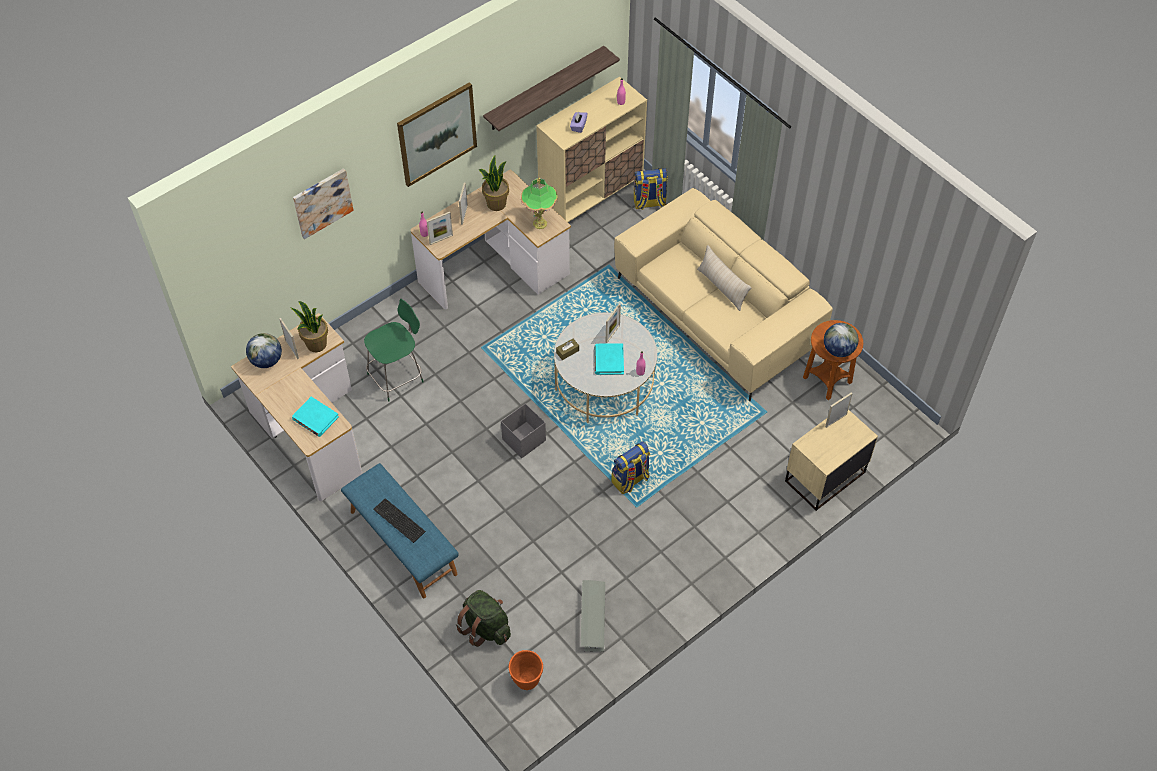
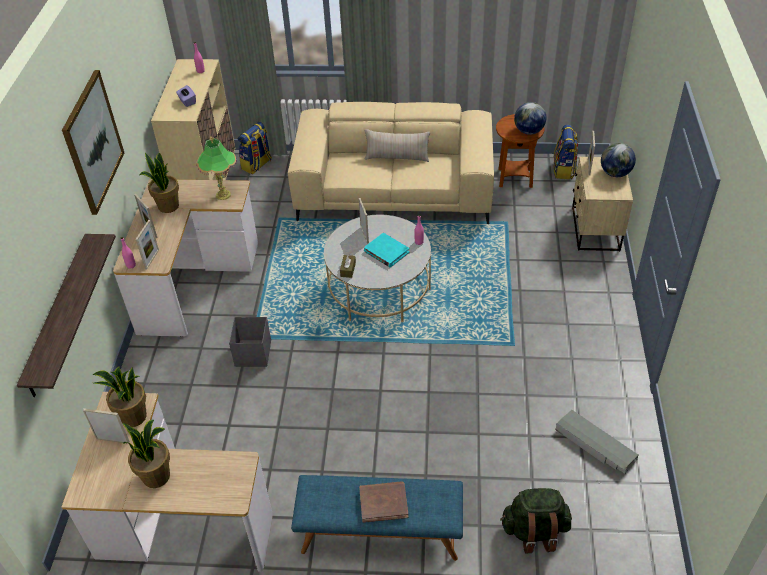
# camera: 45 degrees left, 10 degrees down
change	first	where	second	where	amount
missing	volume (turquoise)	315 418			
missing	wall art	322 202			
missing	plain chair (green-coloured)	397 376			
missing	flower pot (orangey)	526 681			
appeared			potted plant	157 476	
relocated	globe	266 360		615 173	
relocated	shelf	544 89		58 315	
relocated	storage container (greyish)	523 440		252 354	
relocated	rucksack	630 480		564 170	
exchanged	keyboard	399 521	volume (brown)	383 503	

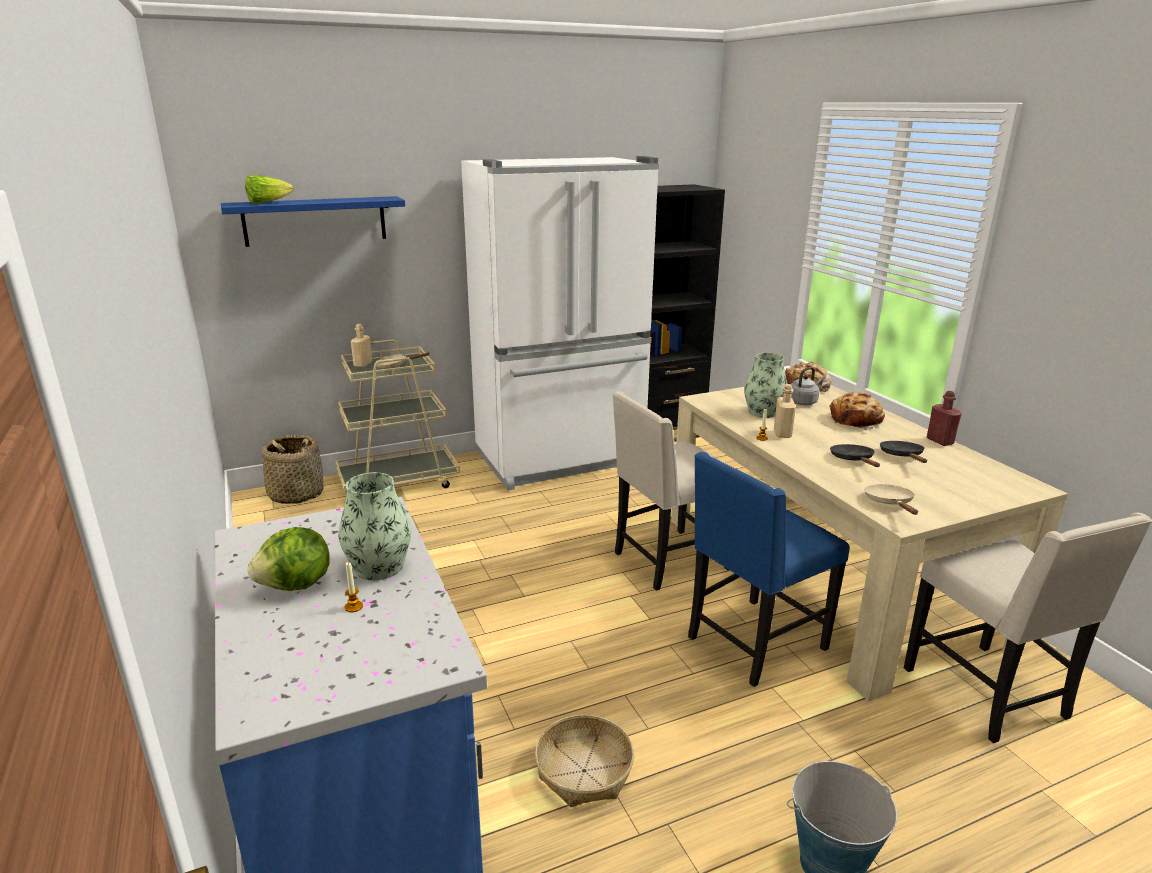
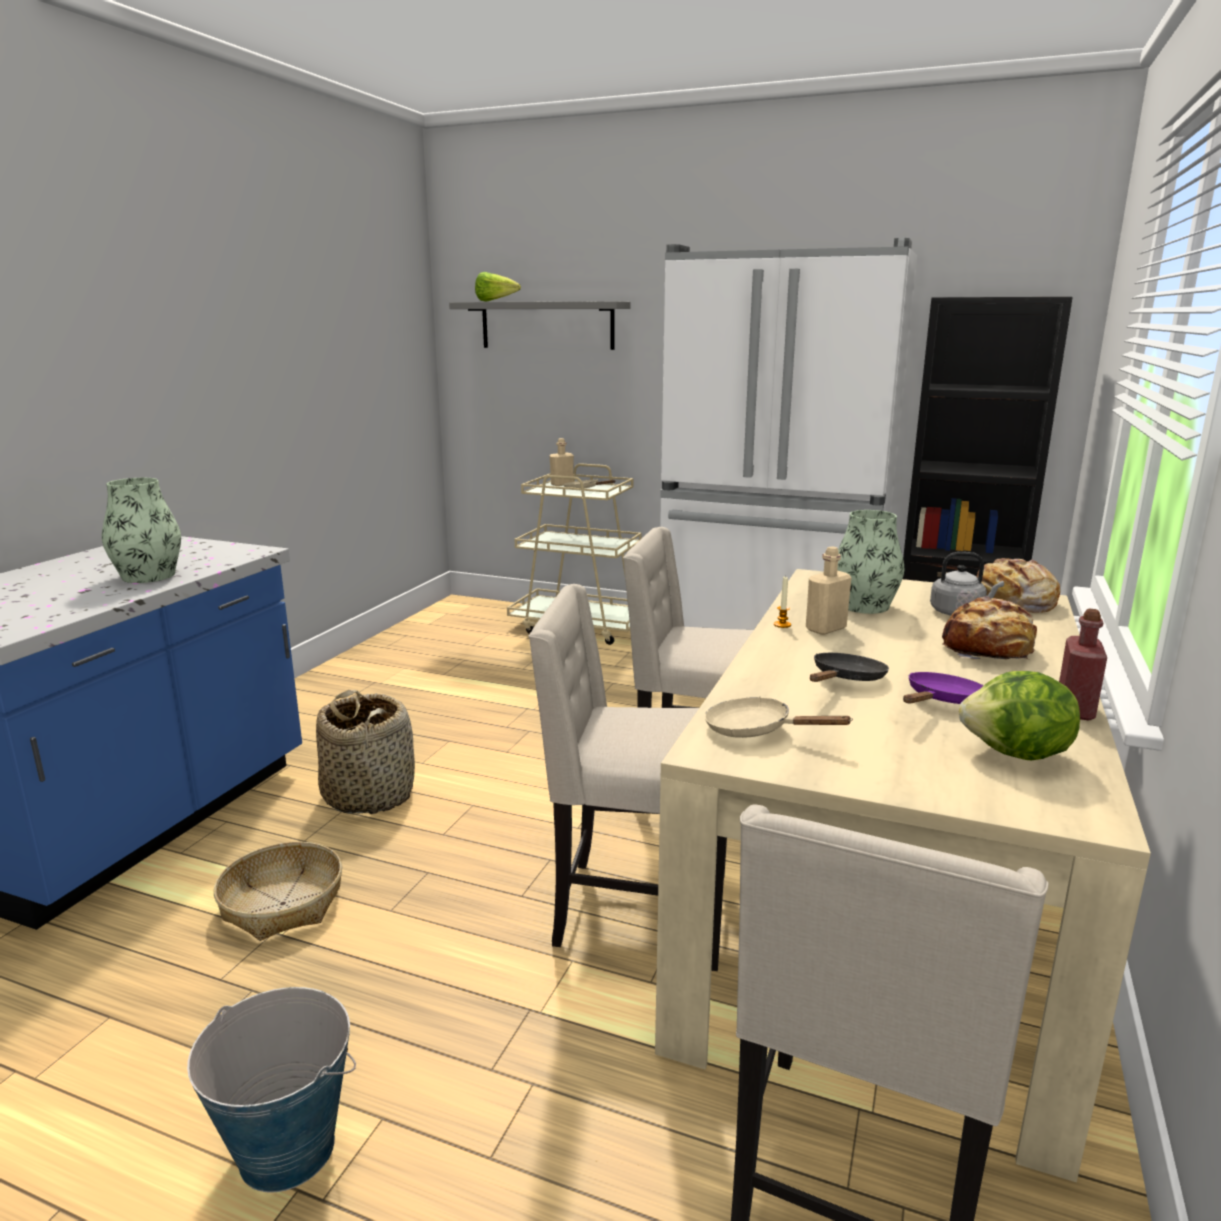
# camera: 45 degrees right, 5 degrees down
change	first	where	second	where	amount
missing	candle	354 607			
relocated	lettuce	296 586		1016 755	
relocated	storage basket	296 494		369 794	
colour	shelf (blue)	315 221	shelf (greyish)	547 325	
colour	plain chair (blue)	753 644	plain chair (sand-coloured)	638 911	
colour	skillet (black-coloured)	902 456	skillet (purple)	942 701	
spun	skillet (sand-coloured)	890 503		756 730	105 degrees counterclockwise

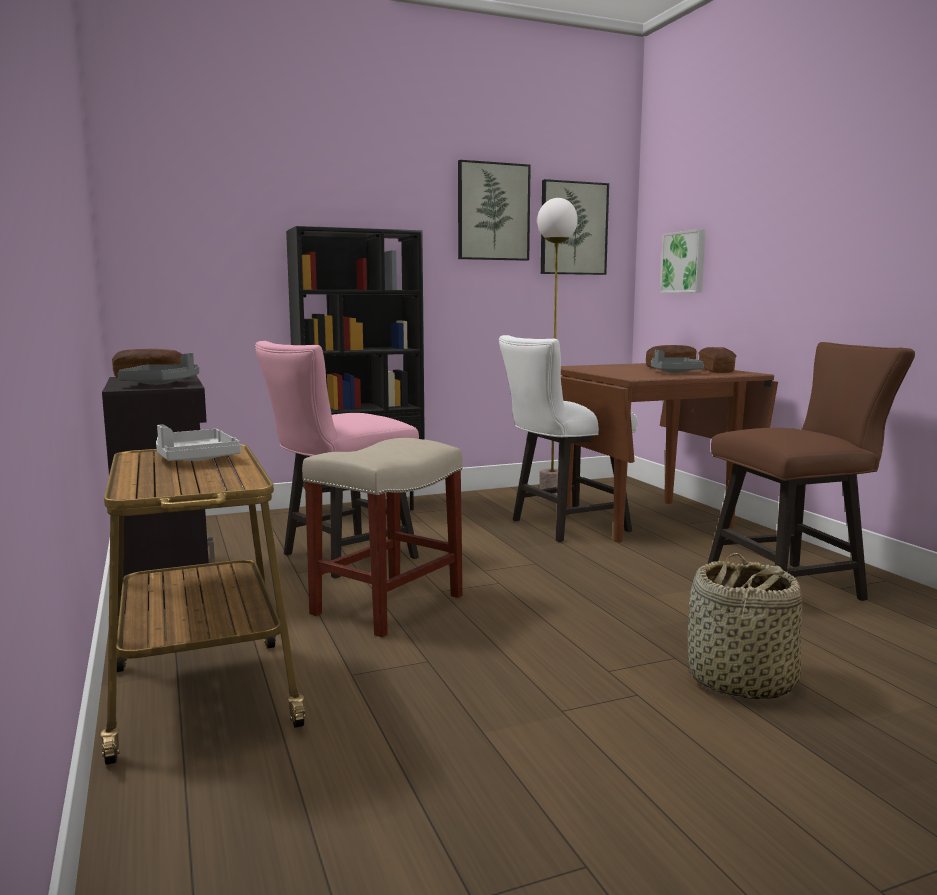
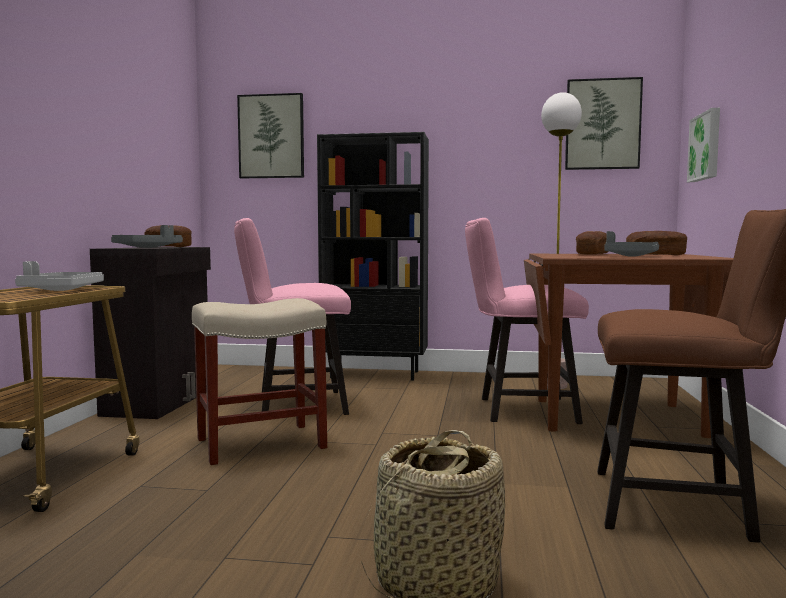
# camera: 30 degrees right, 5 degrees down
change	first	where	second	where	amount
relocated	wall art	493 212		271 136	
relocated	baked bread	715 371		593 254	
colour	plain chair (white-coloured)	562 526	plain chair (pink)	519 410	

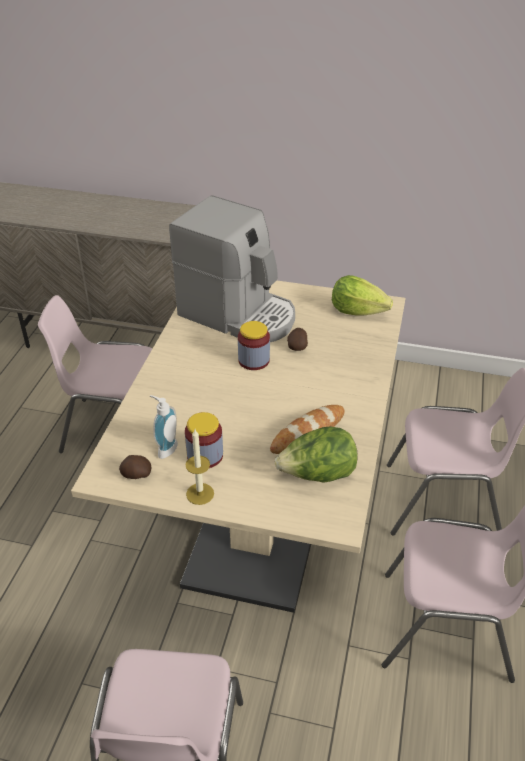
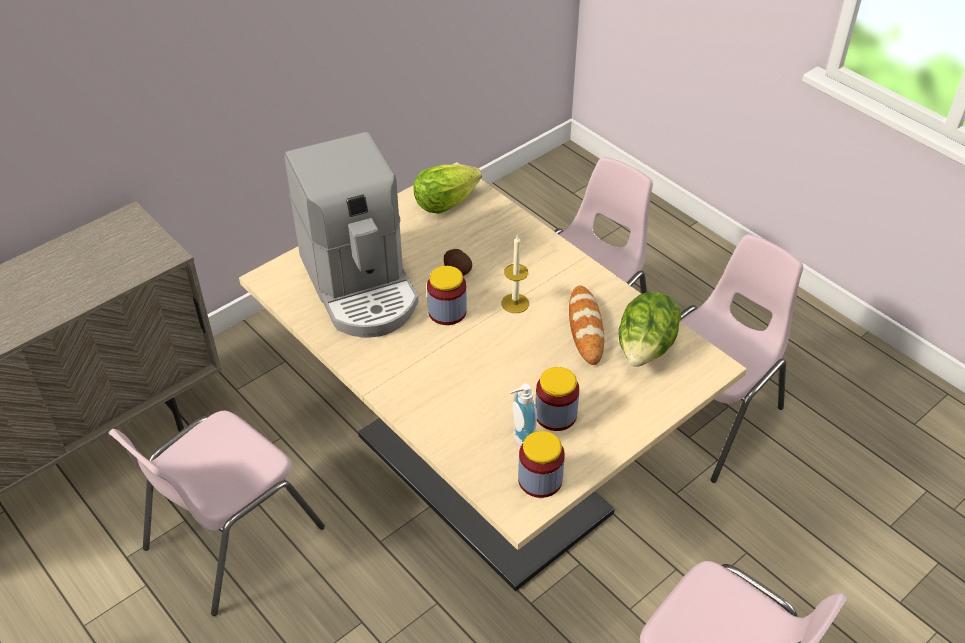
# camera: 55 degrees left, 5 degrees up
change	first	where	second	where	amount
relocated	candle	200 494		515 303	
exchanged	spud	136 475	storage jar	540 480	
spun	coffee machine	239 315		360 285	90 degrees clockwise

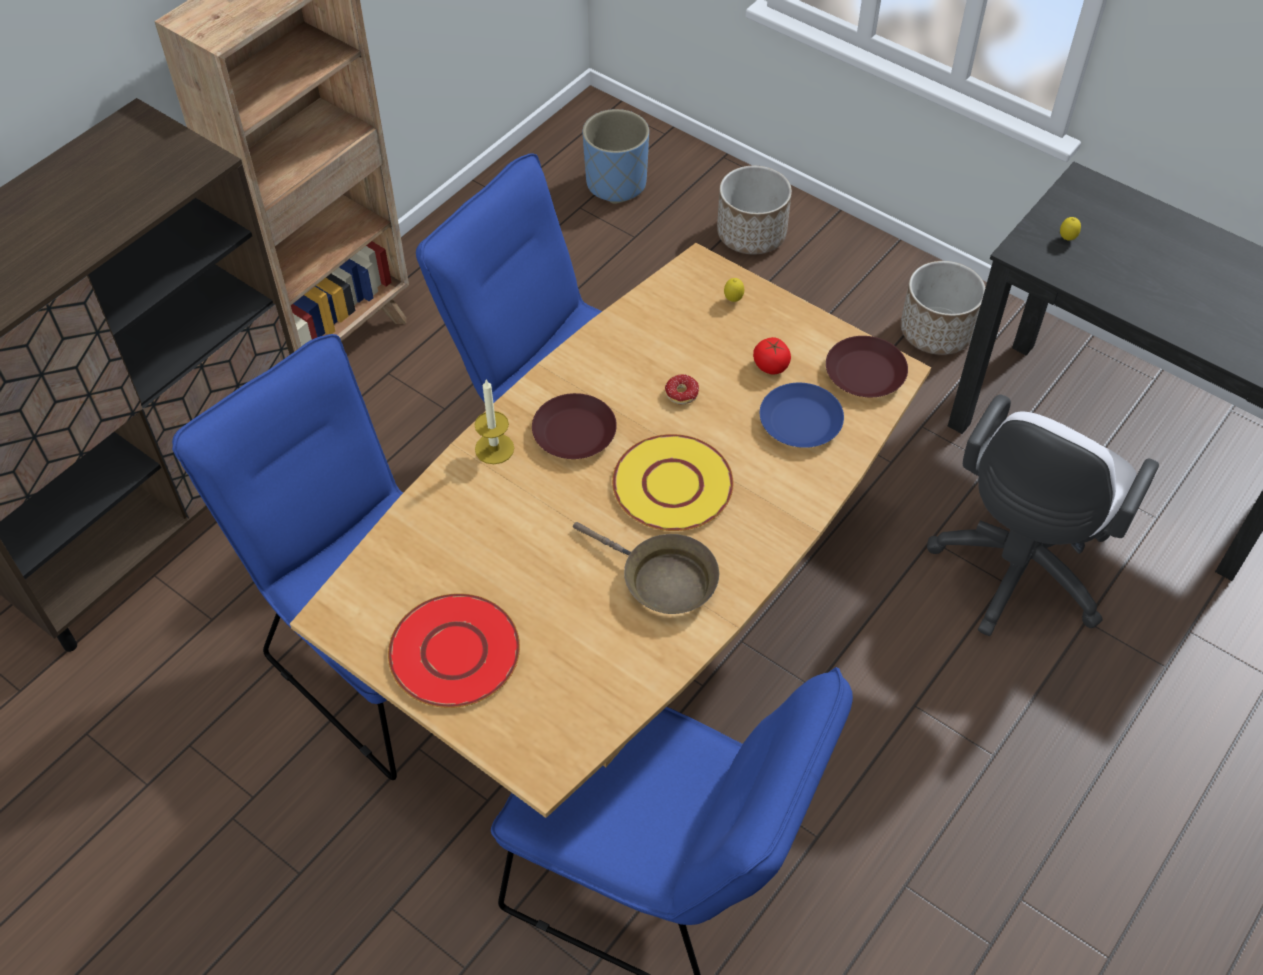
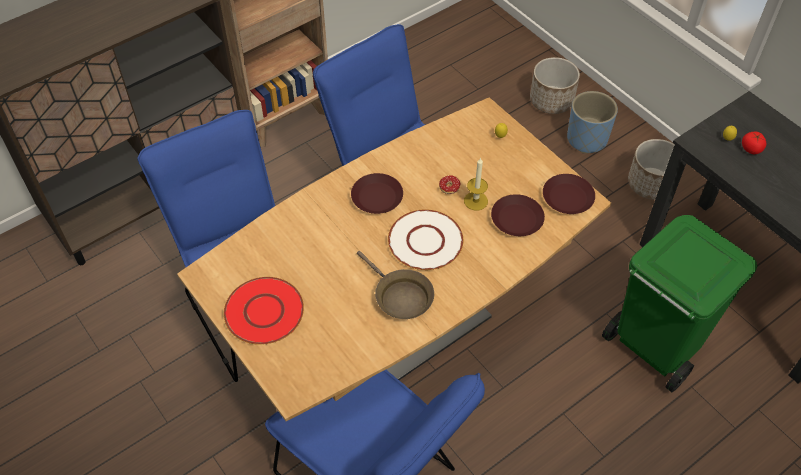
# camera: 15 degrees right, 0 degrees up
change	first	where	second	where	amount
relocated	candle	494 448		475 201	
relocated	flower pot (blue)	616 184		587 139	
relocated	whole tomato	771 366		751 149	
exchanged	office chair (white-coloured)	1016 573	rubbish bin (green-coloured)	655 346	
colour	plate (yellow)	673 485	plate (white-coloured)	425 241	
colour	plate (blue)	801 421	plate (brown)	517 219	

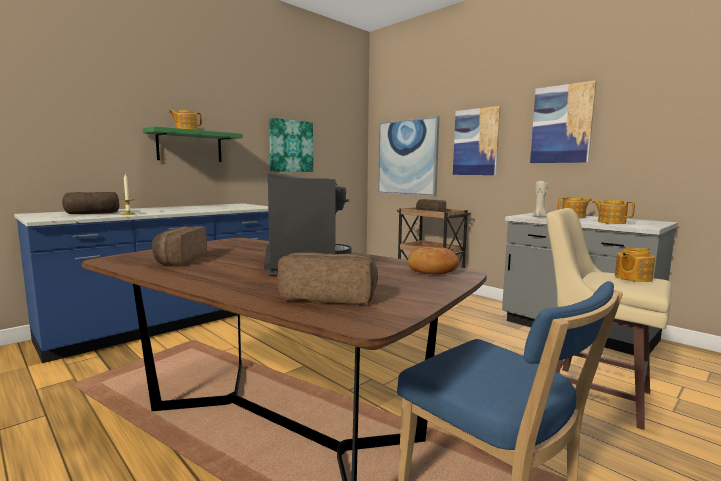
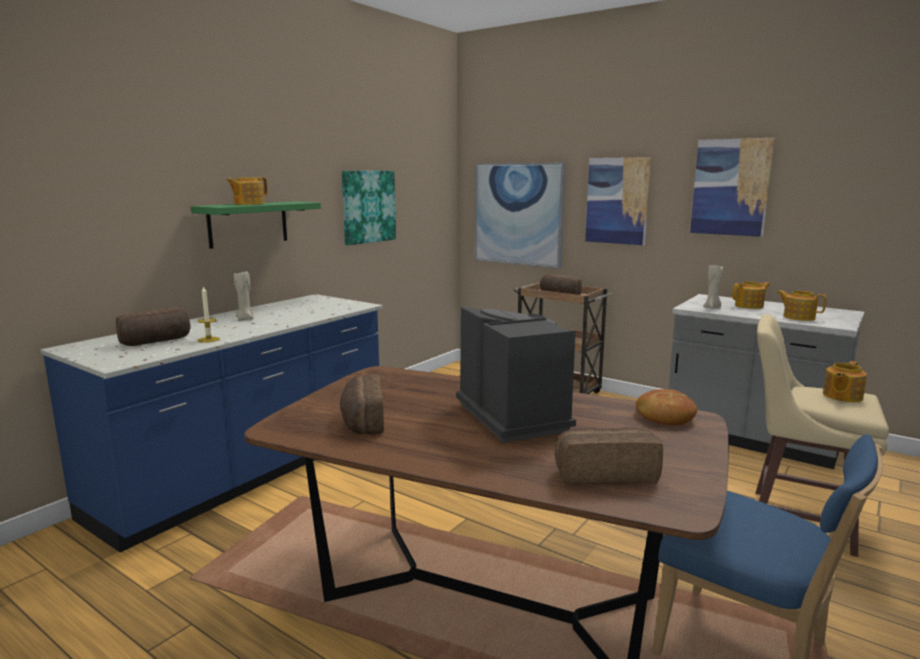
# camera: 10 degrees left, 5 degrees up
change	first	where	second	where	amount
appeared			candle (sand-coloured)	245 319	

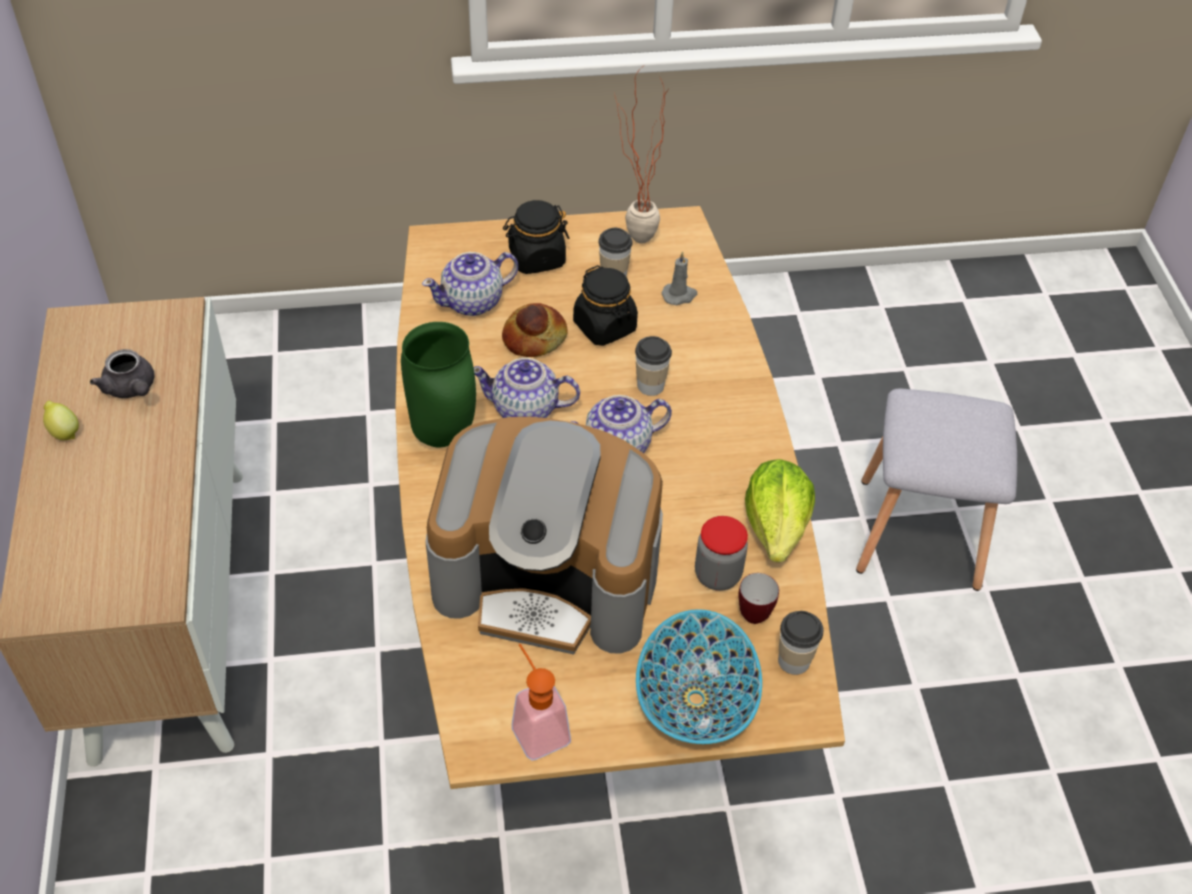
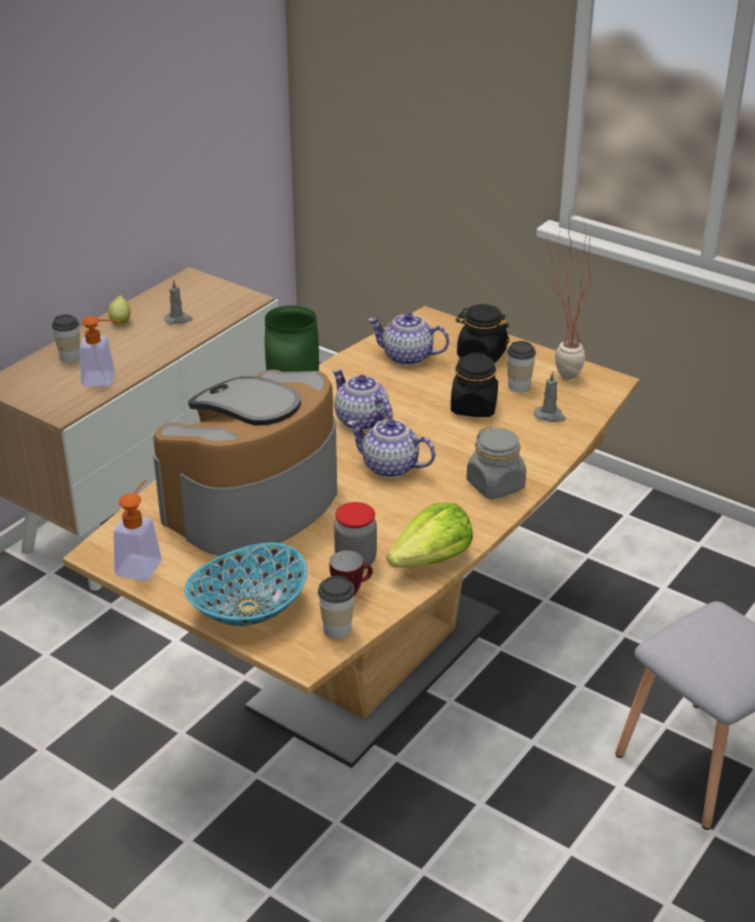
# camera: 45 degrees right, 15 degrees down
change	first	where	second	where	amount
missing	baked bread	534 338			
appeared			soap bottle	105 379	
appeared			storage jar (greyish)	496 485	
relocated	drinking cup	650 385		70 357	
exchanged	pot for tea (greyish)	131 389	candle (greyish)	178 319	
spun	coffee machine	549 577		253 503	75 degrees clockwise

